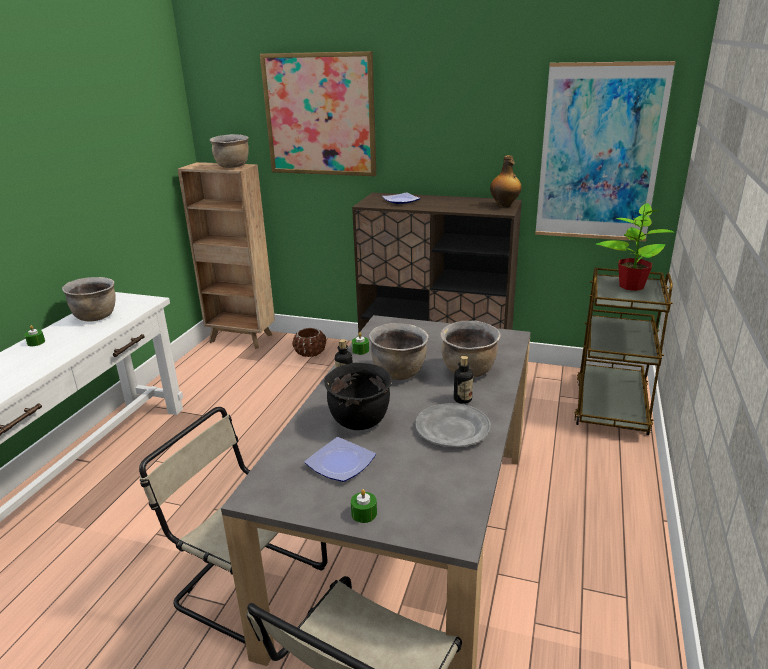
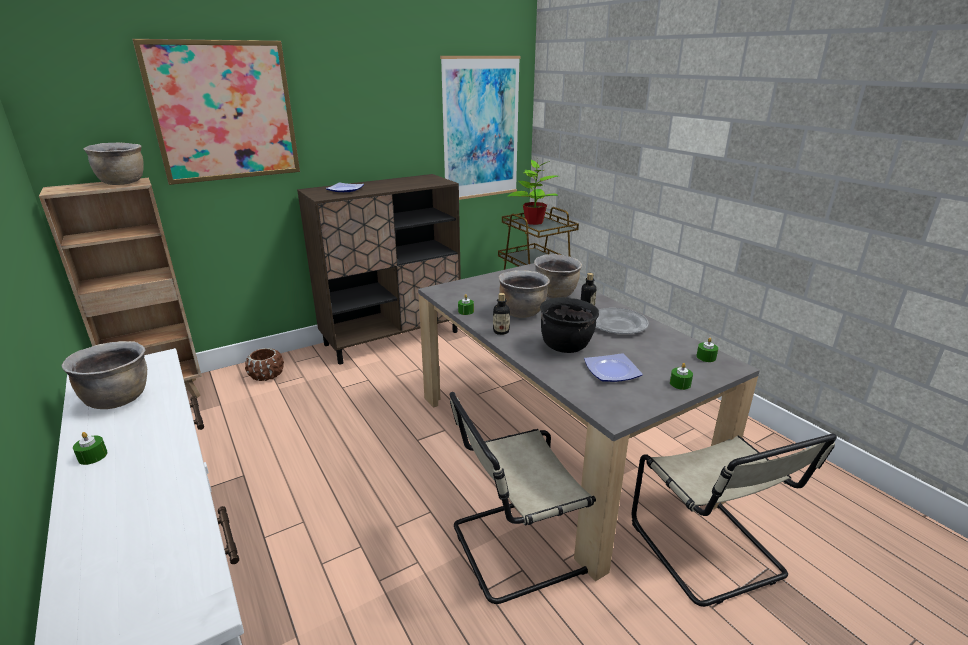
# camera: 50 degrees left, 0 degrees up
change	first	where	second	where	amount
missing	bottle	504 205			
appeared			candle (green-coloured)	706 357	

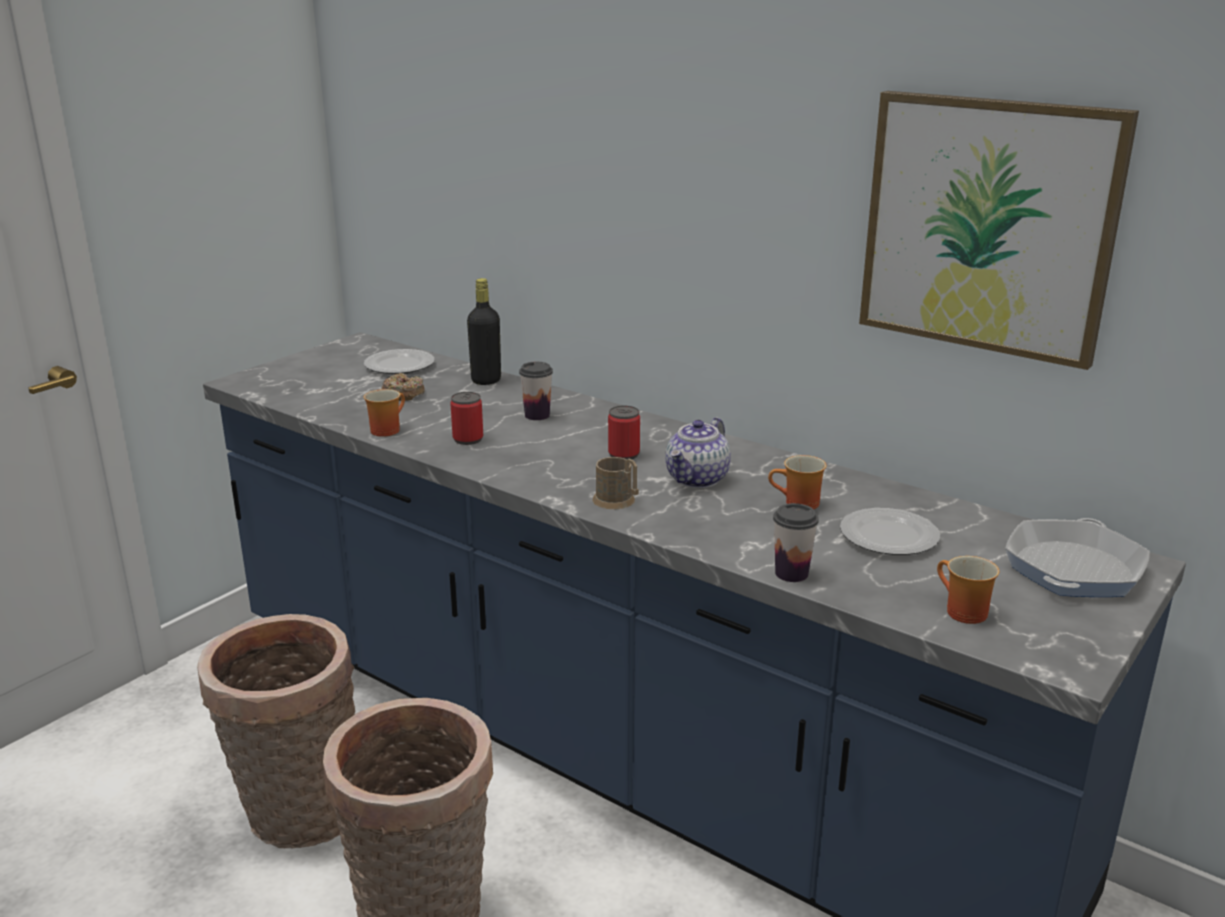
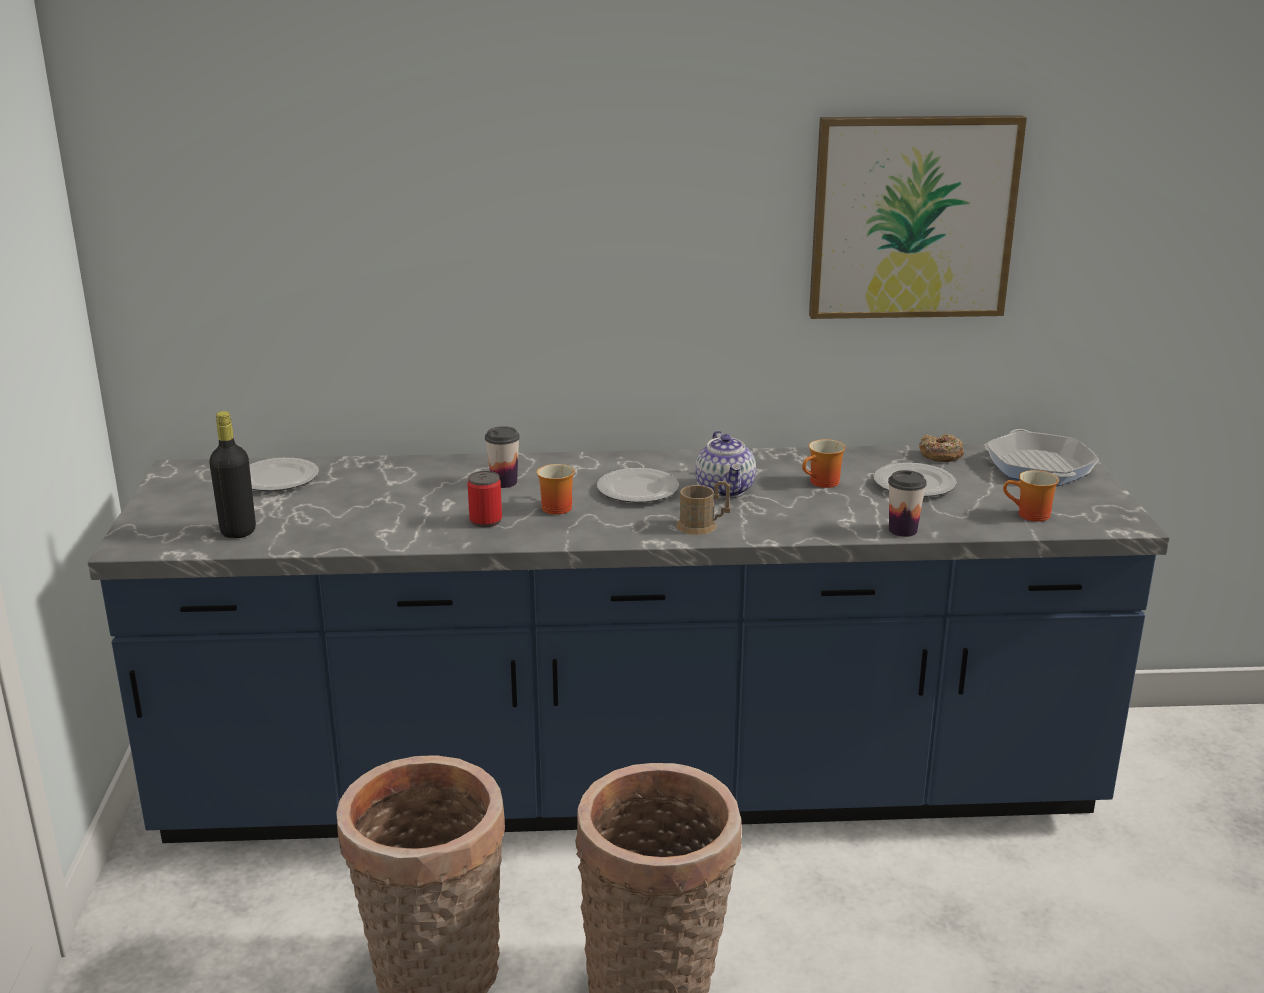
# camera: 40 degrees left, 0 degrees up
change	first	where	second	where	amount
relocated	coffee mug	386 429		554 507	
relocated	doughnut	403 394		940 455	
relocated	bottle (black-coloured)	486 380		238 531	
exchanged	sealed can	623 454	plate	637 490	

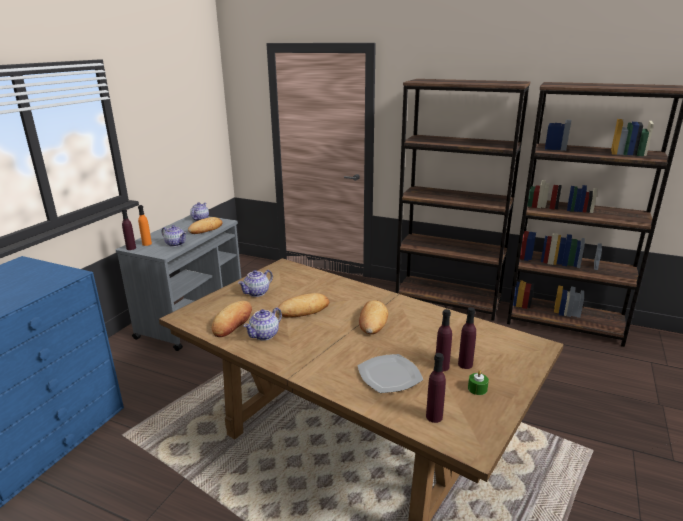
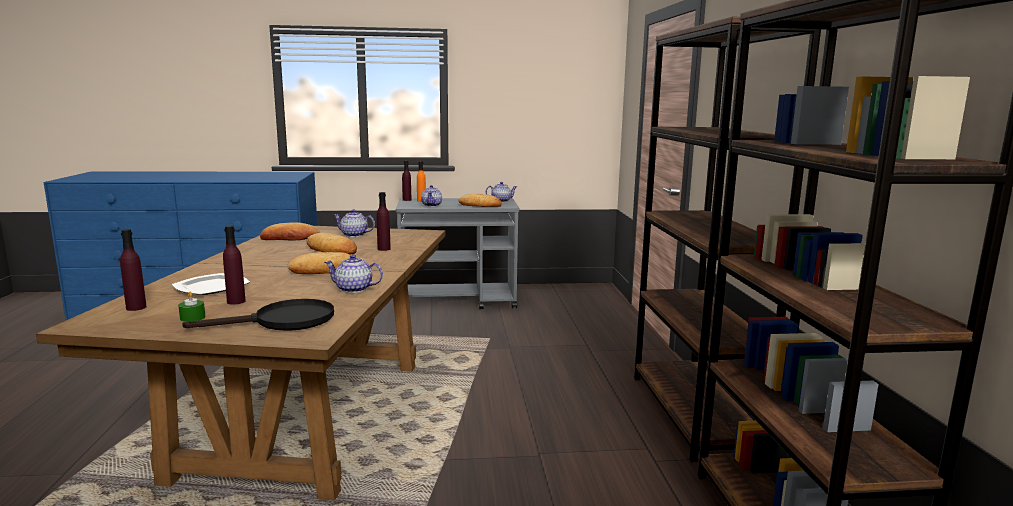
# camera: 60 degrees right, 10 degrees down
change	first	where	second	where	amount
appeared			skillet (black-coloured)	283 321	
relocated	pot for tea	265 335		354 289	
relocated	bottle (purple)	465 364		384 249	

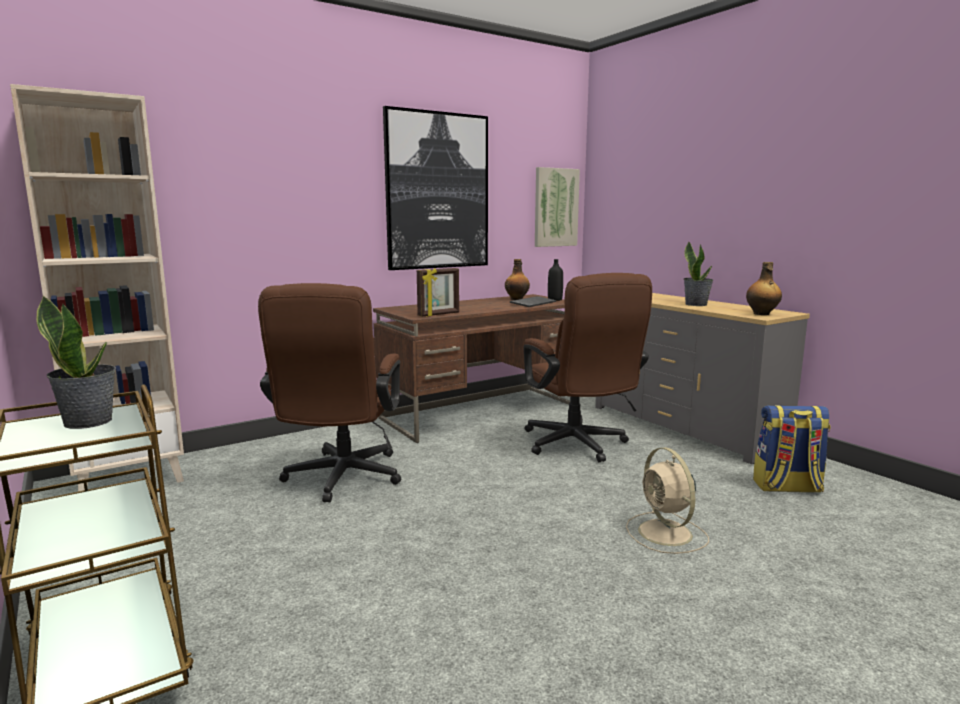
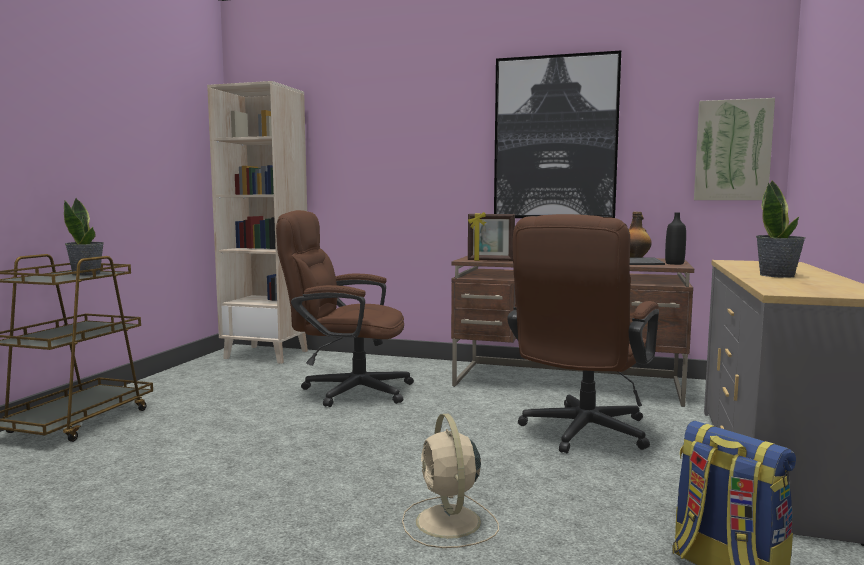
# camera: 50 degrees right, 5 degrees down
change	first	where	second	where	amount
missing	bottle	761 314			
spun	office chair (brown)	340 480		347 390	45 degrees clockwise
spun	electric fan (sand-coloured)	666 534		449 523	45 degrees counterclockwise

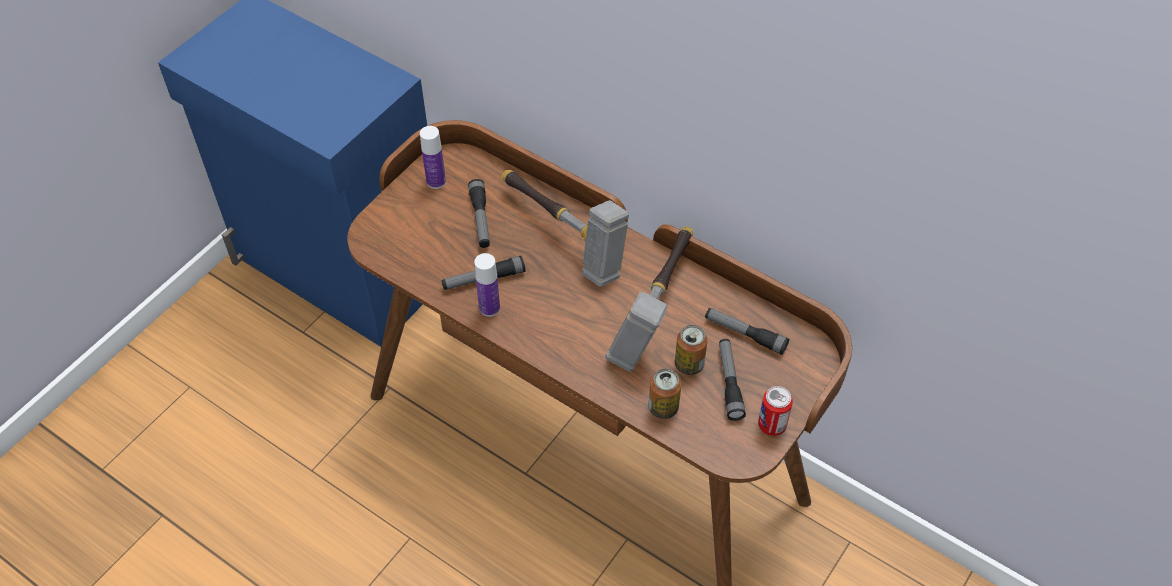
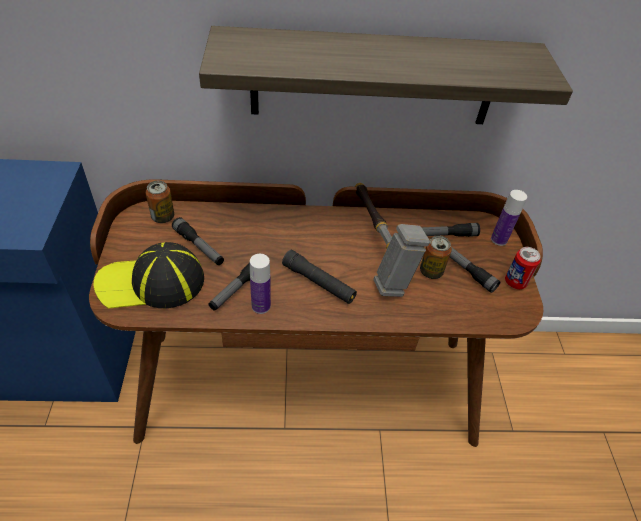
# camera: 40 degrees left, 5 degrees down
change	first	where	second	where	amount
missing	hammer	564 238			
appeared			baseball cap	152 283	
appeared			shelf	374 78	
appeared			torch (black-coloured)	318 282	
relocated	bottle	436 181		498 239	
relocated	sealed can	663 407		163 217	

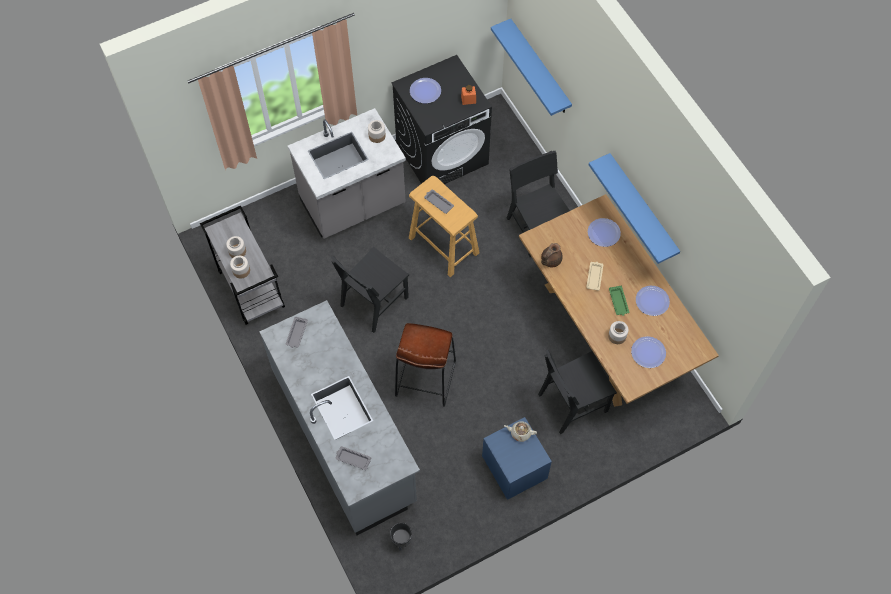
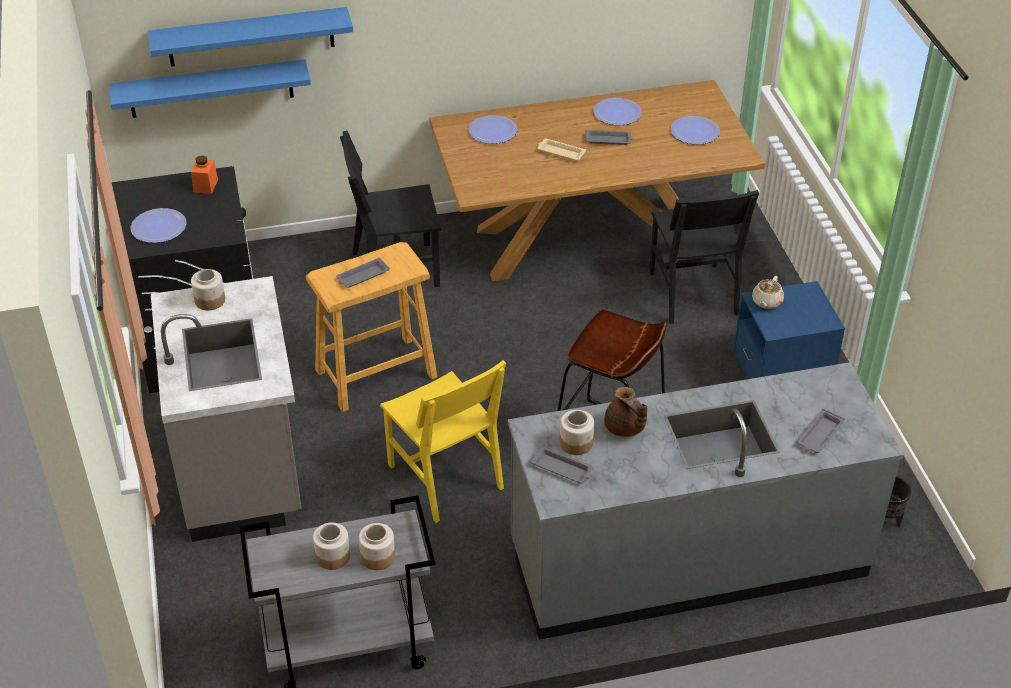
# camera: 75 degrees left, 20 degrees down
change	first	where	second	where	amount
relocated	pot for tea (brown)	550 260		624 428	
relocated	shelf (blue)	642 208		251 37	
relocated	storage jar	617 336		576 443	
colour	plain chair (black-coloured)	374 301	plain chair (yellow)	445 476	
colour	carrying tray (green-coloured)	618 302	carrying tray (greyish)	609 140	

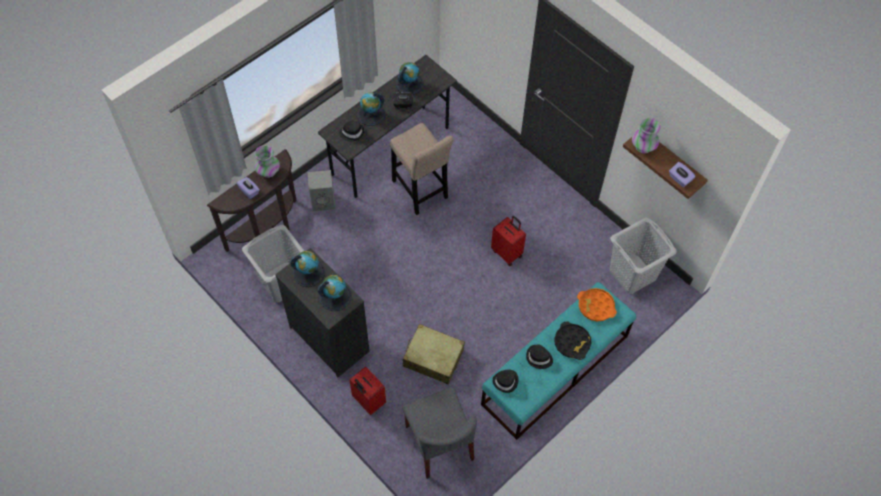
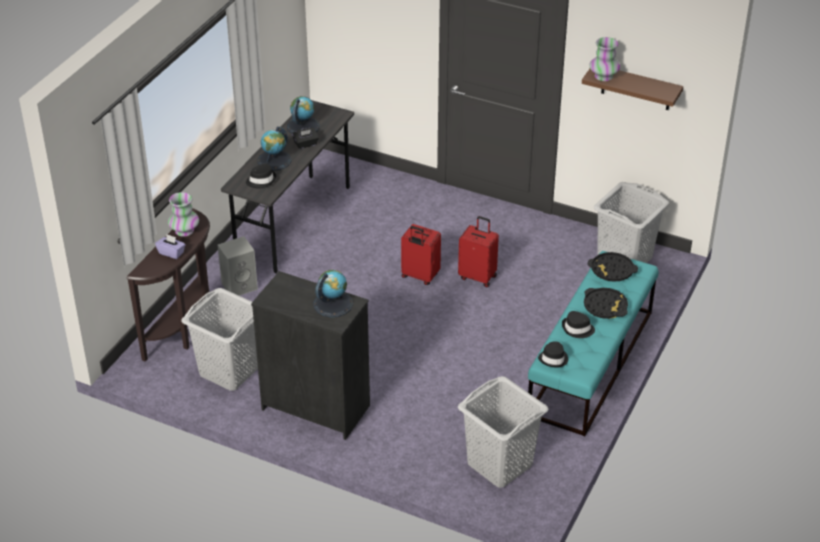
# camera: 20 degrees left, 20 degrees down
change	first	where	second	where	amount
missing	globe	308 272			
missing	sitting stool (sand-coloured)	420 192			
missing	travel case (sand-coloured)	433 358			
missing	tissue box (purple)	679 179			
relocated	travel case (red)	368 401		419 276	
exchanged	plain chair (greyish)	439 443	laundry basket (greyish)	499 465	
colour	carrying tray (orangey)	596 306	carrying tray (black-coloured)	612 270	

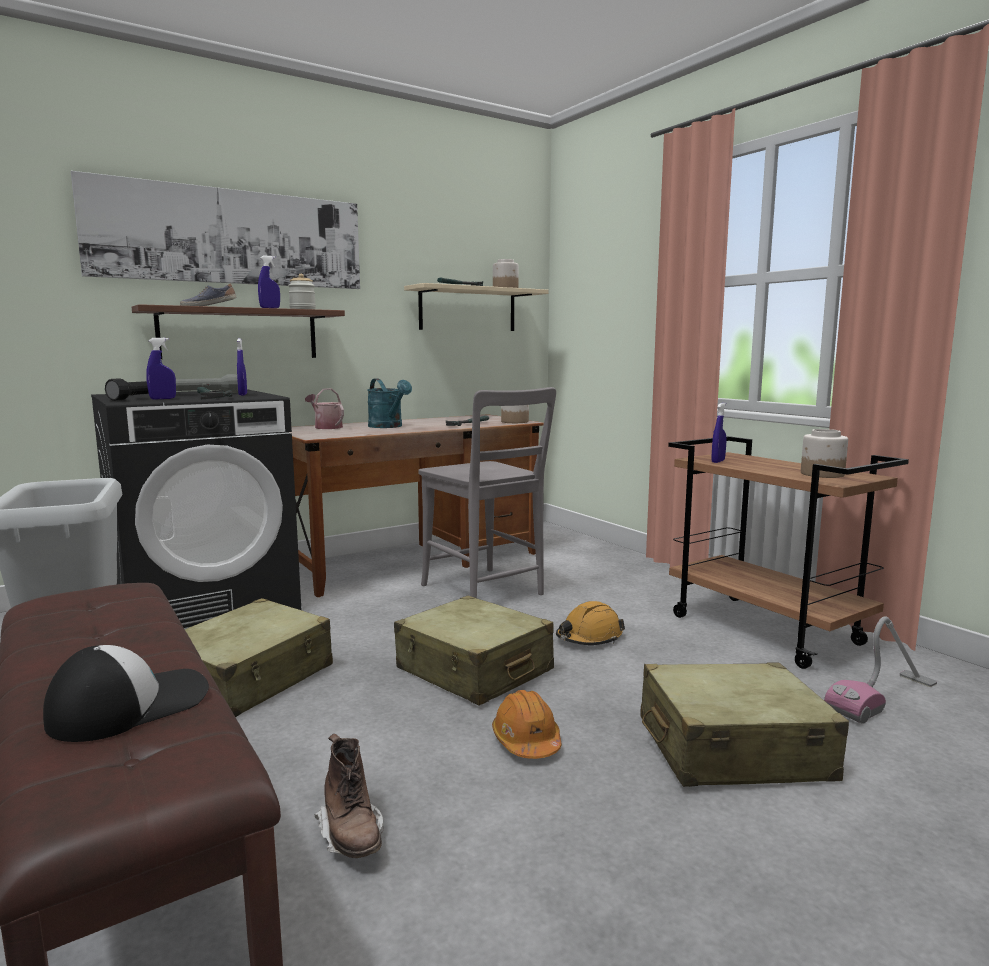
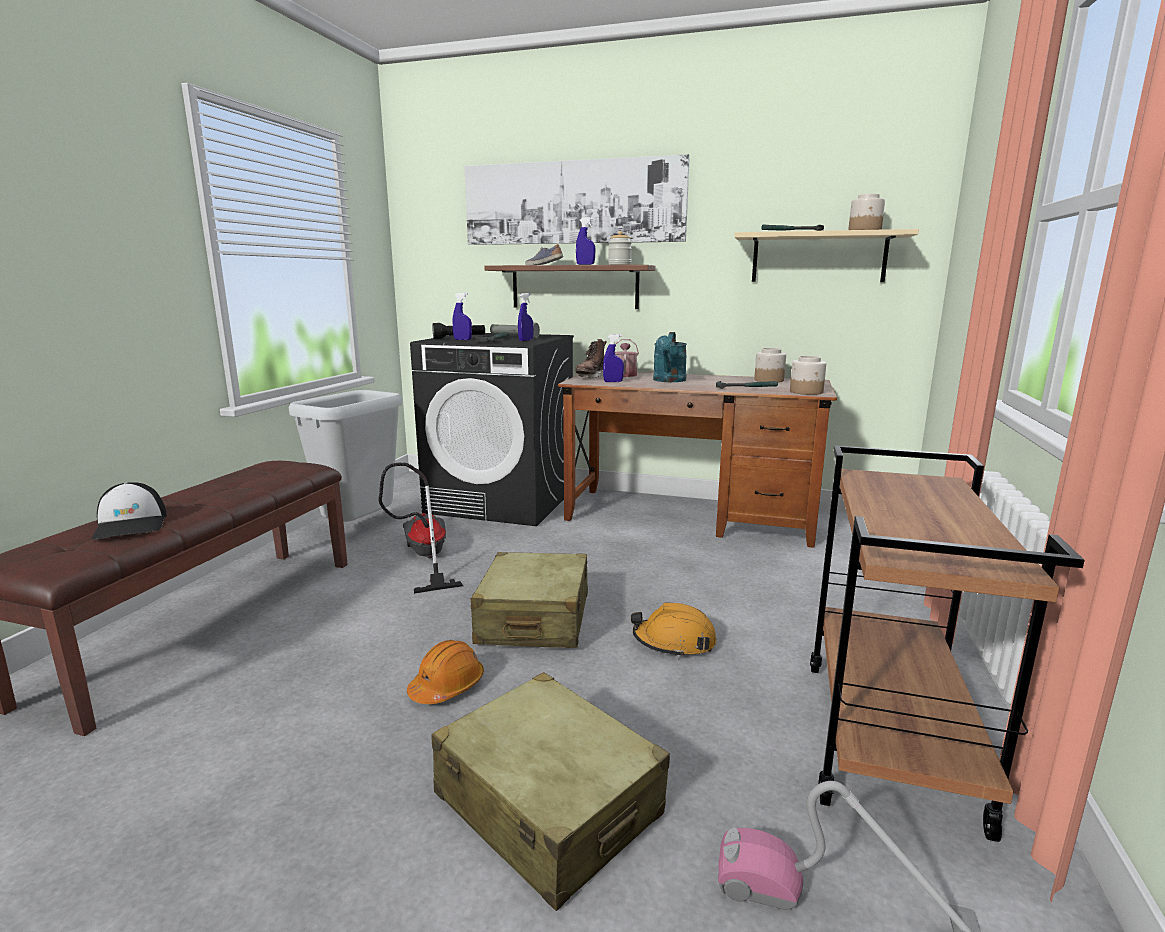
# camera: 50 degrees right, 5 degrees up
change	first	where	second	where	amount
missing	plain chair (greyish)	485 592			
relocated	tall boot (brown)	351 835		590 377	
relocated	sprayer (blue)	718 461		613 382	
relocated	storage jar	822 474		768 380	
exchanged	travel case (sand-coloured)	250 678	hoover	424 558	
spun	baseball cap	129 705		132 525	60 degrees clockwise

